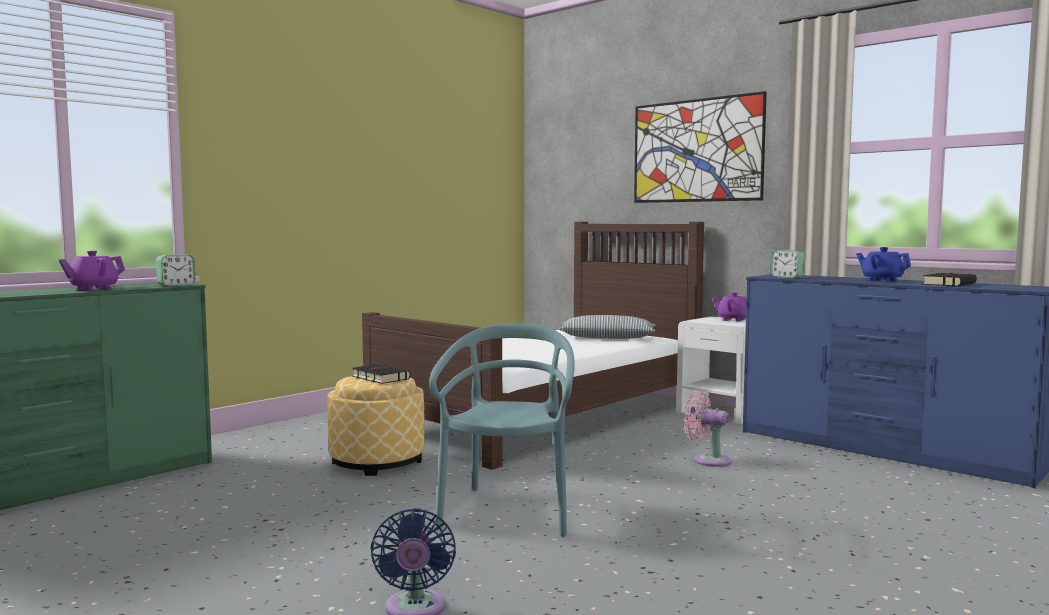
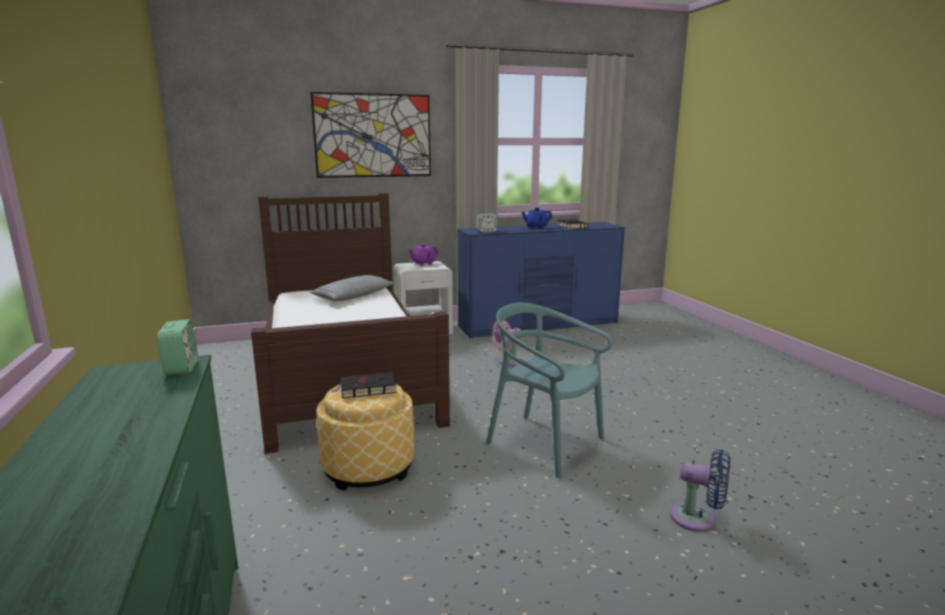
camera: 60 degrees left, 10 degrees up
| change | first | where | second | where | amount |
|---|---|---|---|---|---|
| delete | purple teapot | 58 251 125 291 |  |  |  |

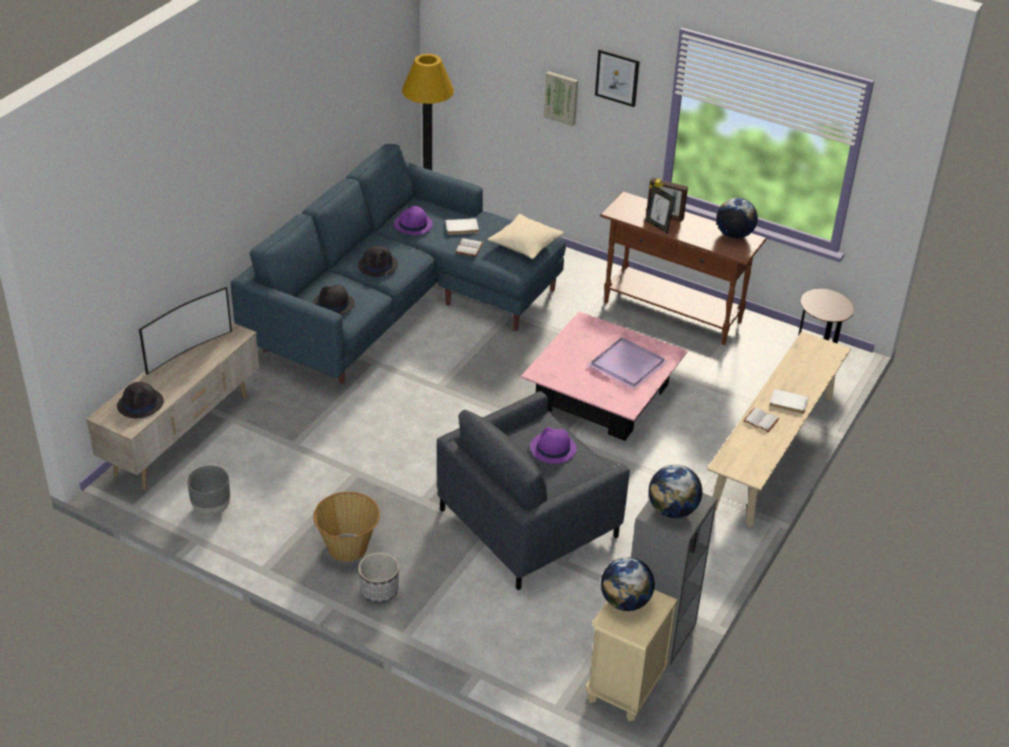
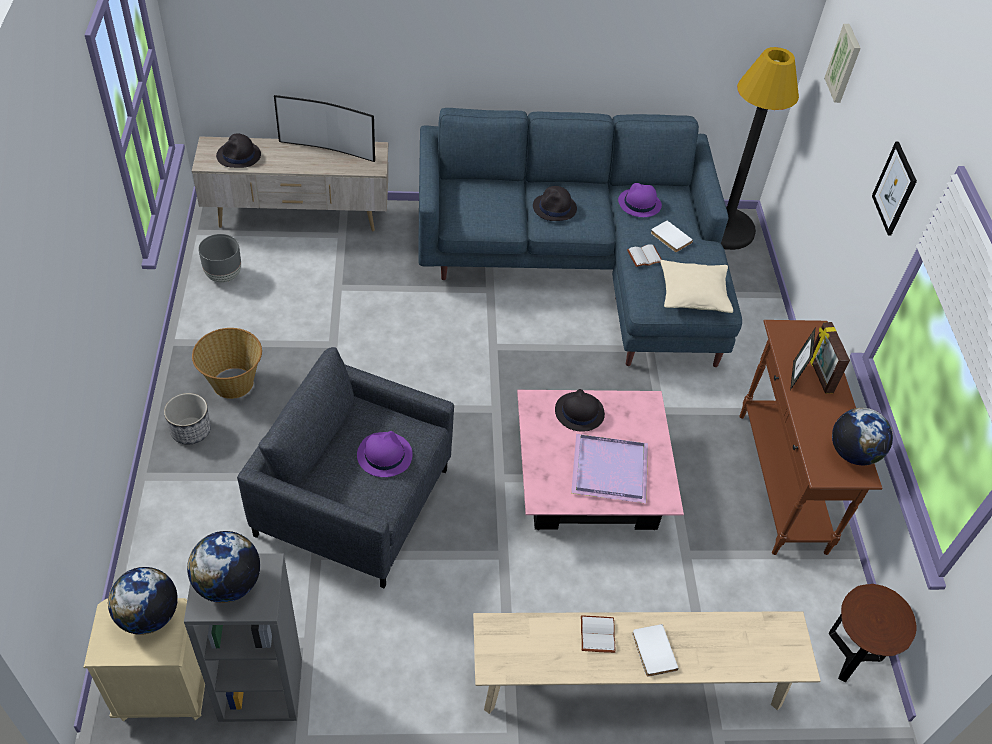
camera: 55 degrees right, 10 degrees up
| change | first | where | second | where | amount |
|---|---|---|---|---|---|
| move | black hat | 313 284 355 315 |  | 555 389 605 432 |  |
| move | picture | 544 71 578 126 |  | 824 24 861 103 |  |

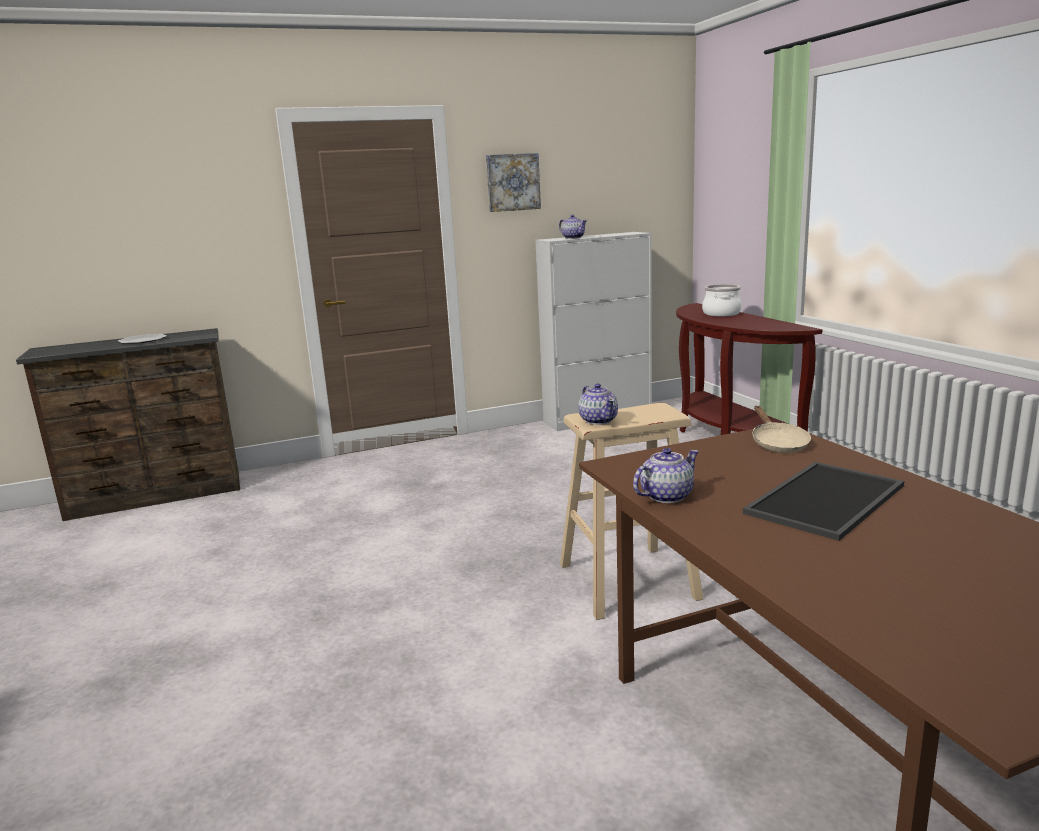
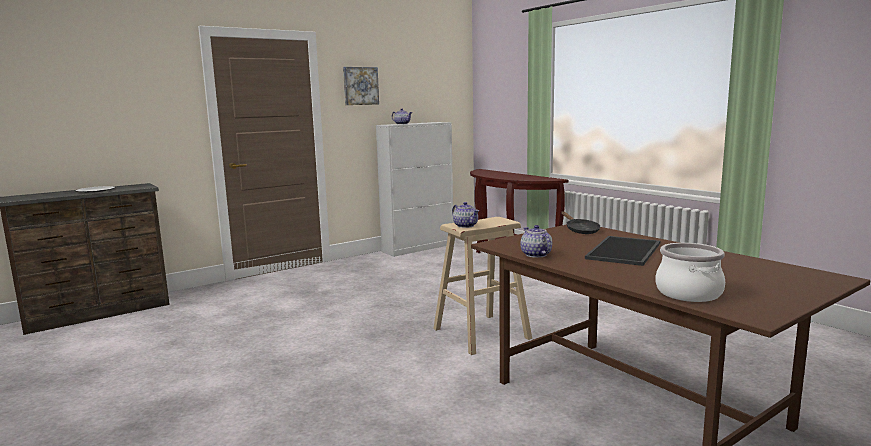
camera: 15 degrees left, 5 degrees down
| change | first | where | second | where | amount |
|---|---|---|---|---|---|
| move | cooking pot | 702 284 742 316 |  | 656 243 725 302 |  |
| recolor | beige frying pan | 752 406 811 453 | black frying pan | 561 212 600 234 |  |
| rotate | teapot | 633 448 699 503 |  | 520 225 552 258 | 60 degrees counterclockwise |

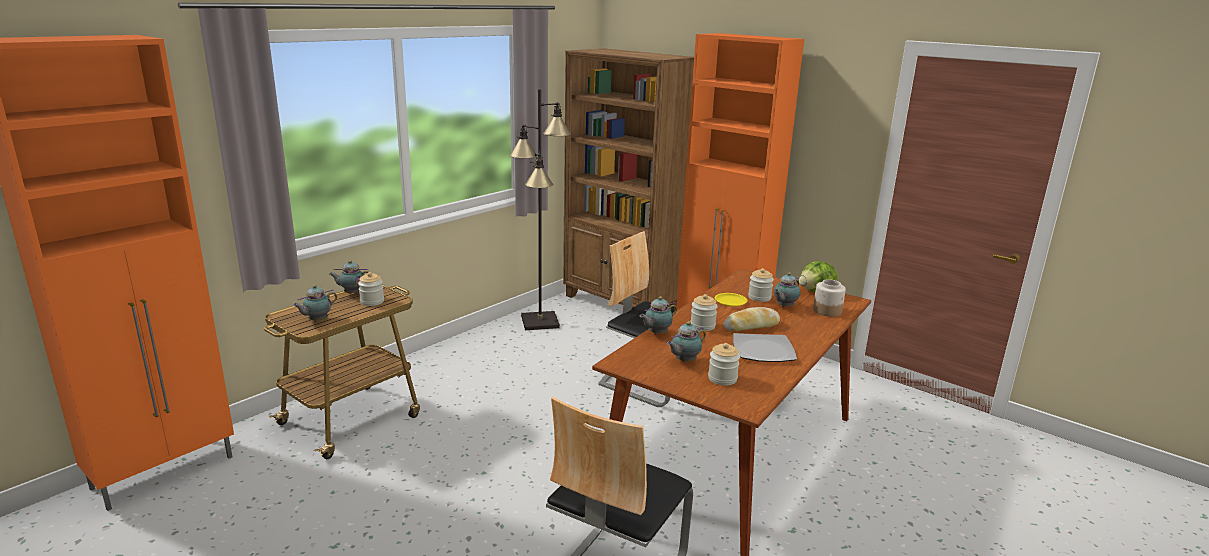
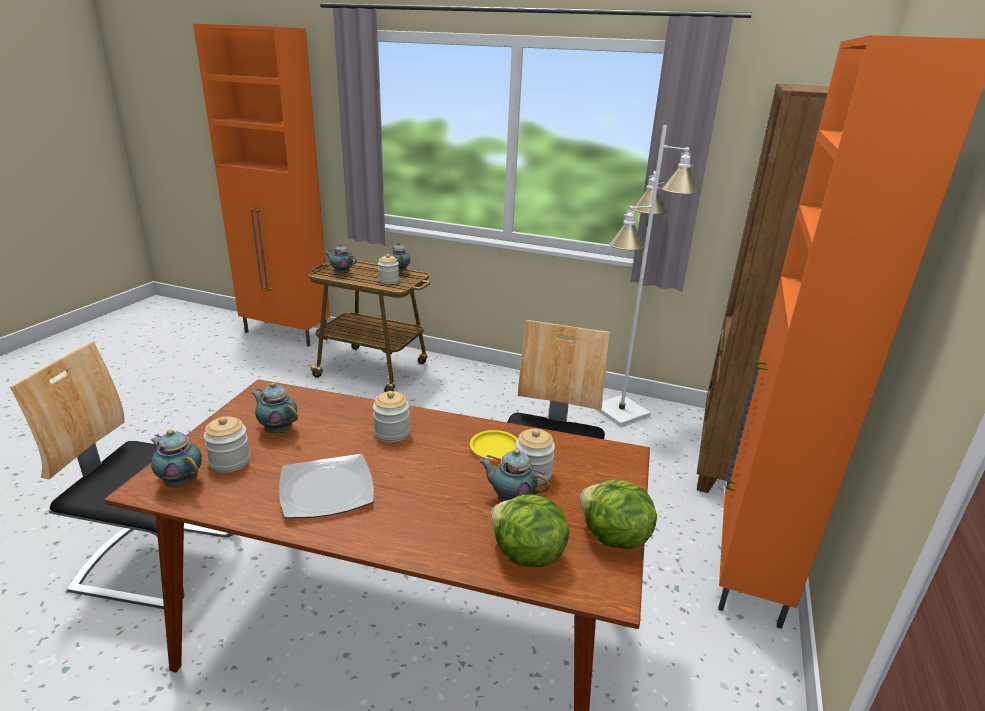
camera: 70 degrees right, 5 degrees up
| change | first | where | second | where | amount |
|---|---|---|---|---|---|
| delete | bread | 724 307 780 332 |  |  |  |
| move | teapot | 639 296 677 334 |  | 151 430 202 487 |  |
| replace | jar | 813 279 846 317 | lettuce | 490 495 569 567 |  |
| recolor | black floor lamp | 510 89 571 330 | white floor lamp | 595 125 700 427 |  |

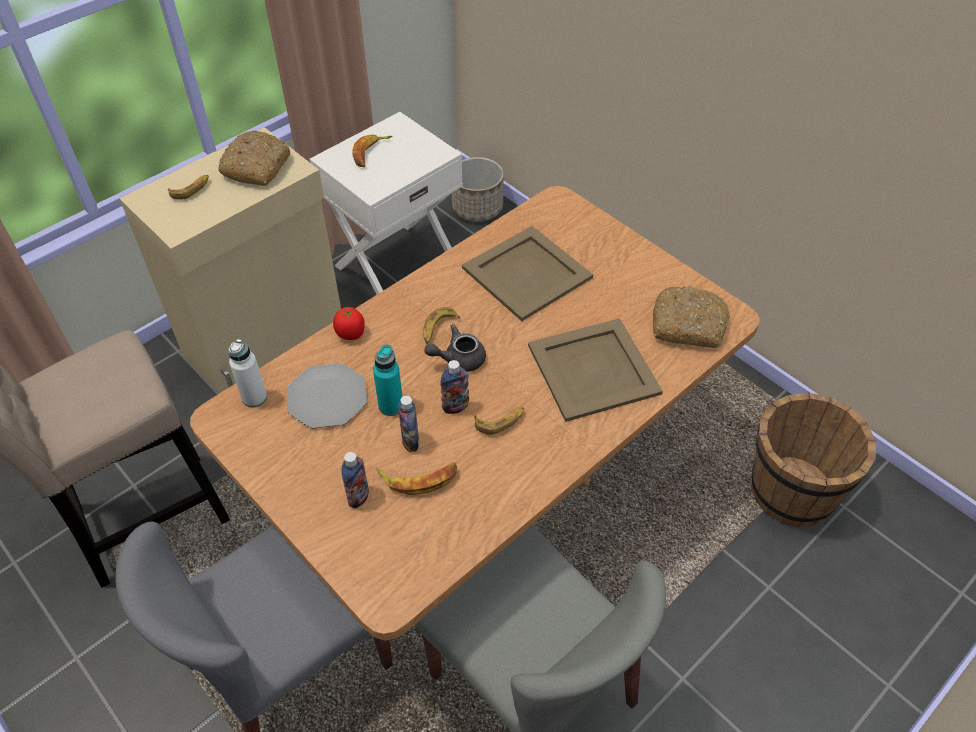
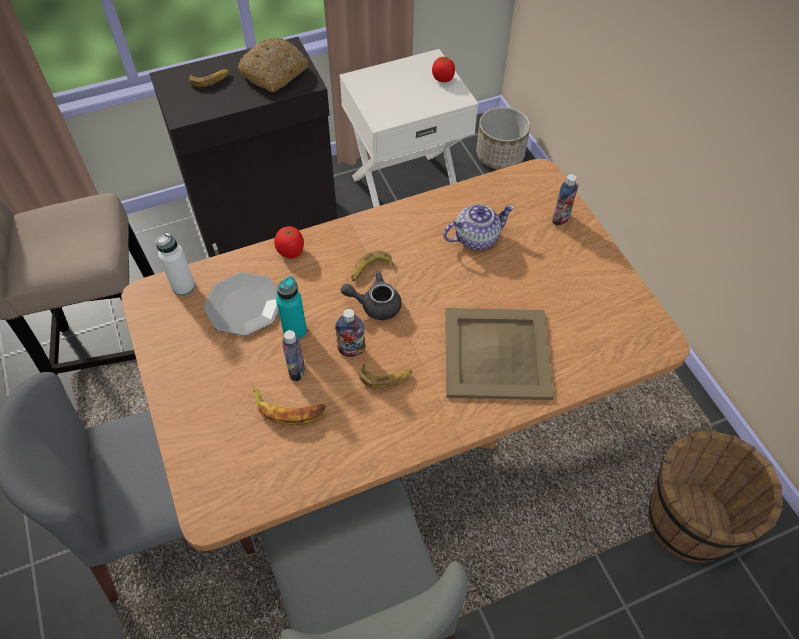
camera: 20 degrees right, 5 degrees up
| change | first | where | second | where | amount |
|---|---|---|---|---|---|
| delete | banana | 352 134 393 167 |  |  |  |
| delete | bread | 653 286 730 348 |  |  |  |
| insert |  |  | tomato | 432 56 455 82 |  |
| move | bottle | 341 452 369 508 |  | 552 174 578 225 |  |
| replace | beige tray | 462 226 593 321 | teapot | 443 204 514 250 |  |
| recolor | beige cabinet | 119 127 341 393 | black cabinet | 149 37 337 257 |  |

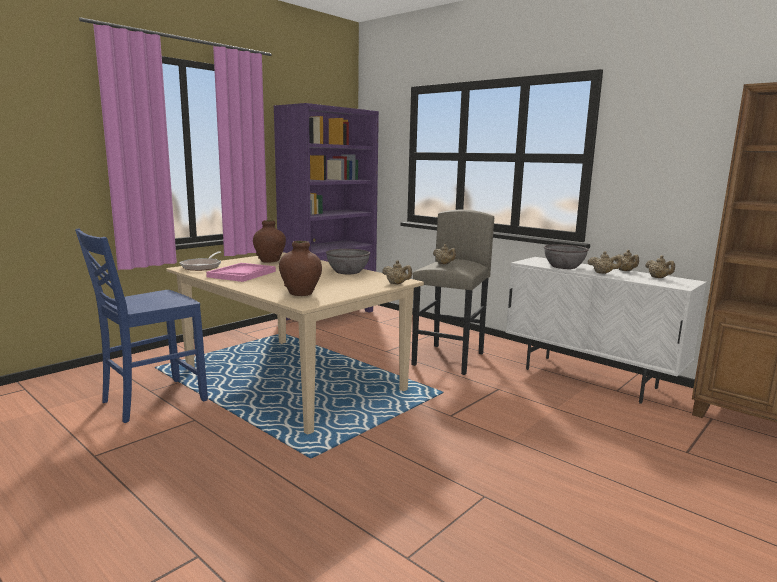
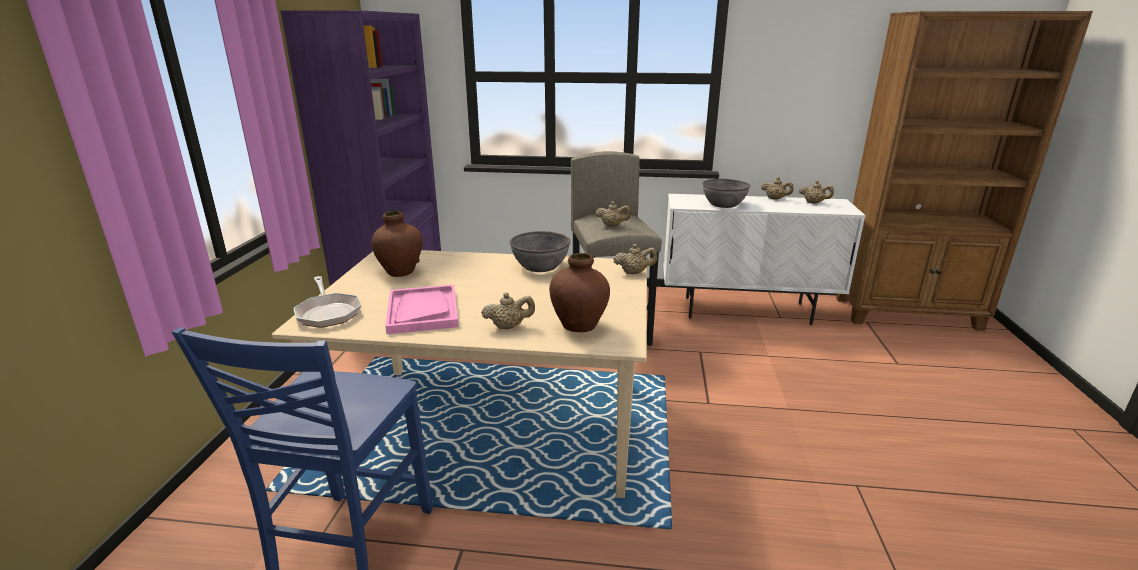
camera: 35 degrees left, 10 degrees up
| change | first | where | second | where | amount |
|---|---|---|---|---|---|
| move | beige teapot | 588 251 622 274 |  | 481 292 535 329 |  |

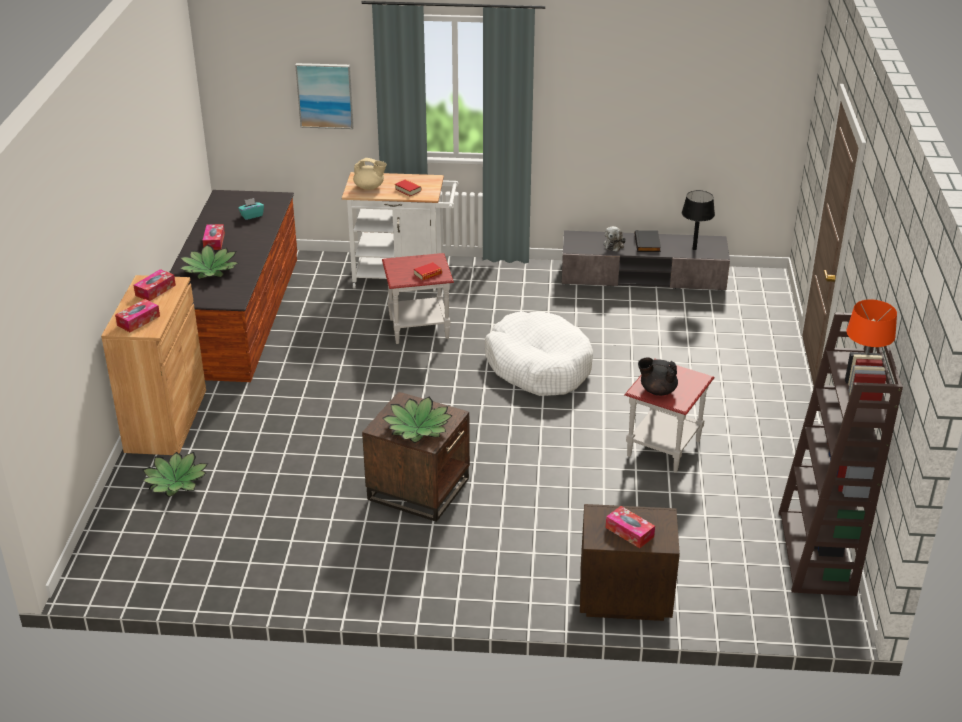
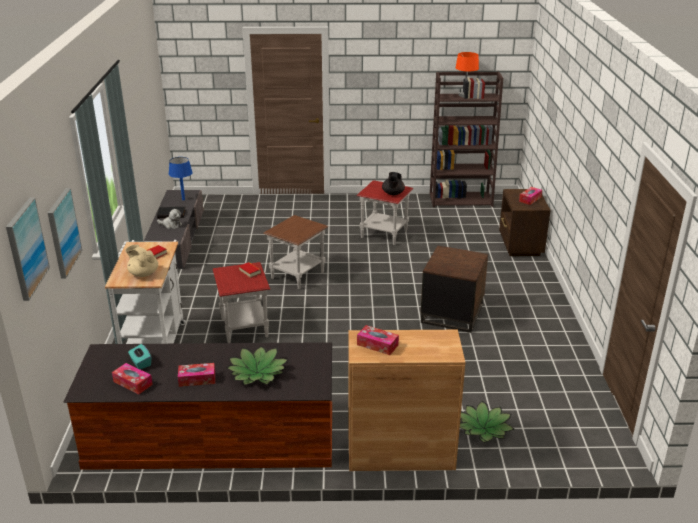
camera: 95 degrees left, 5 degrees down
| change | first | where | second | where | amount |
|---|---|---|---|---|---|
| delete | potted plant | 382 397 453 443 |  |  |  |
| insert |  |  | picture | 6 198 50 301 |  |
| move | tissue box | 115 299 160 332 |  | 112 363 153 394 |  |
| replace | white dog bed | 485 311 593 396 | brown side table | 263 215 329 289 |  |
| recolor | black table lamp | 682 190 715 250 | blue table lamp | 169 157 193 200 |  |
| rotate | beige teapot | 353 158 387 190 |  | 125 244 158 277 | 60 degrees counterclockwise |

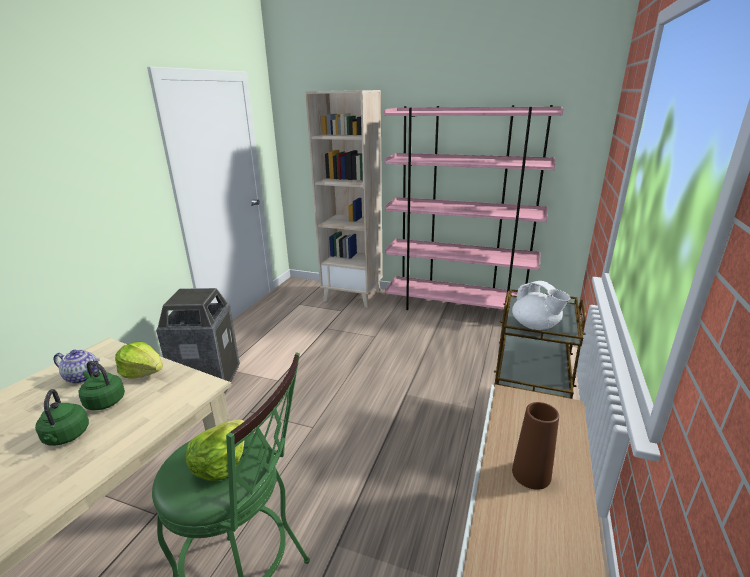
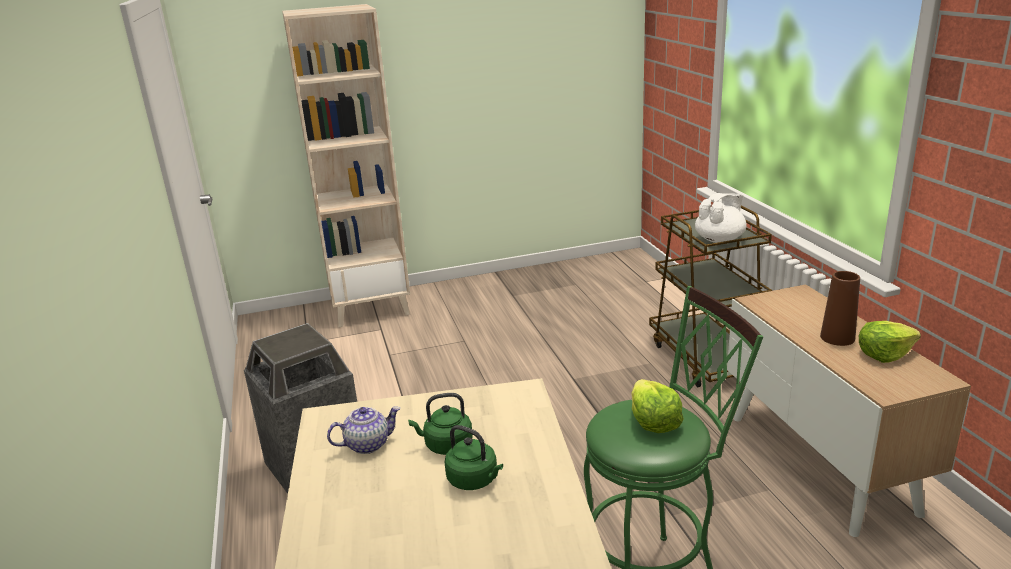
camera: 35 degrees left, 0 degrees up
| change | first | where | second | where | amount |
|---|---|---|---|---|---|
| delete | pink bookcase | 384 105 564 310 |  |  |  |
| move | lettuce | 115 342 163 379 |  | 859 321 921 363 |  |
| rotate | white teapot | 512 281 570 330 |  | 695 193 746 243 | 60 degrees counterclockwise |

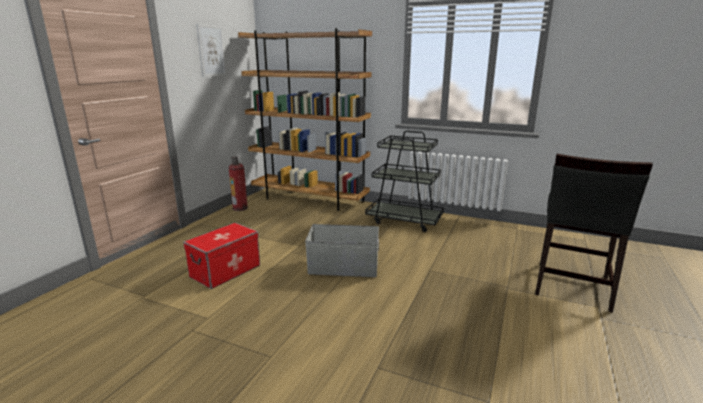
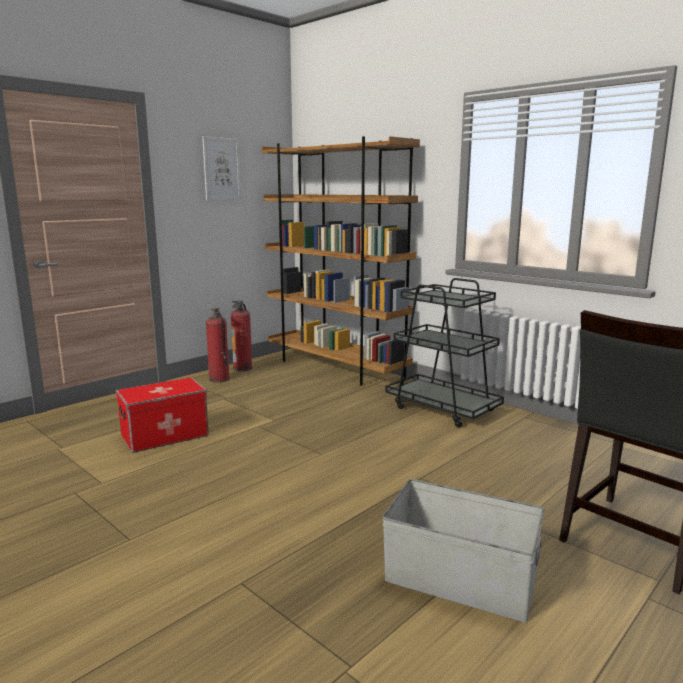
camera: 20 degrees right, 5 degrees down
| change | first | where | second | where | amount |
|---|---|---|---|---|---|
| insert |  |  | fire extinguisher | 206 304 230 383 |  |
| move | grey storage box | 305 224 379 277 |  | 382 479 544 622 |  |

